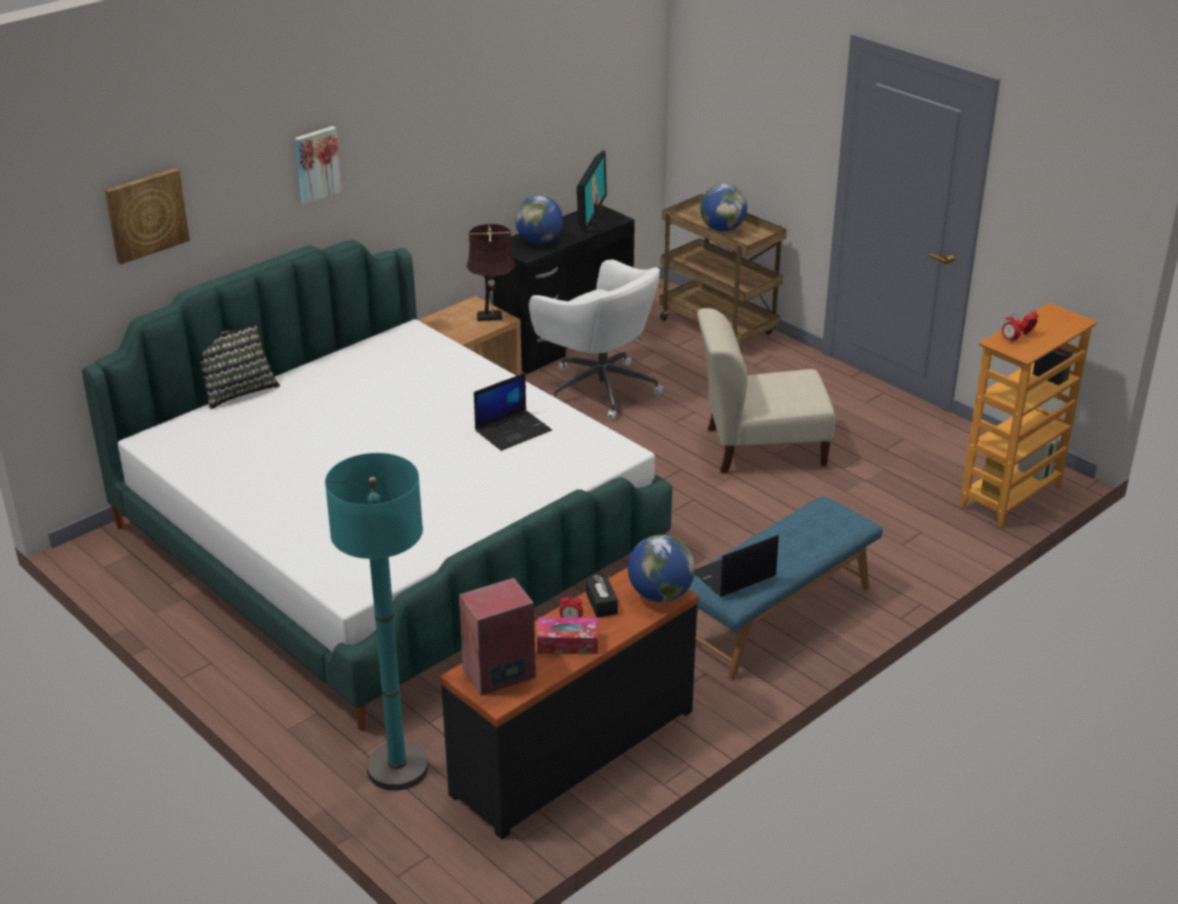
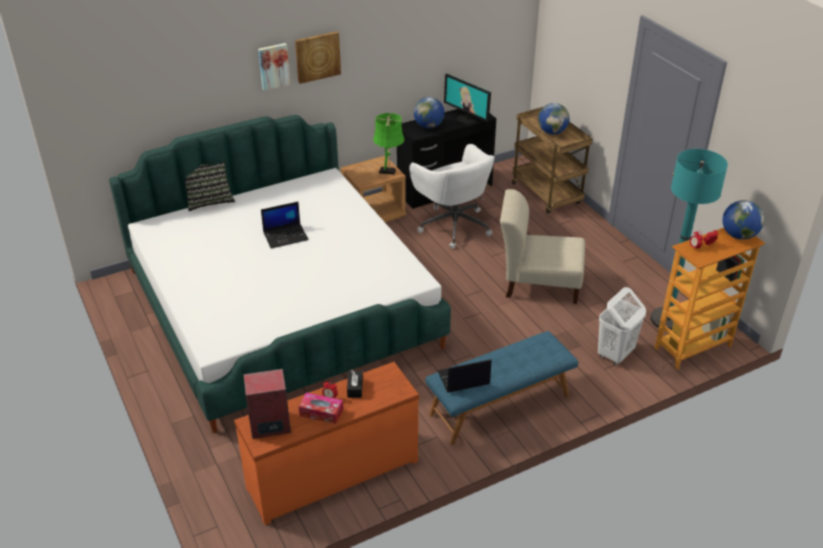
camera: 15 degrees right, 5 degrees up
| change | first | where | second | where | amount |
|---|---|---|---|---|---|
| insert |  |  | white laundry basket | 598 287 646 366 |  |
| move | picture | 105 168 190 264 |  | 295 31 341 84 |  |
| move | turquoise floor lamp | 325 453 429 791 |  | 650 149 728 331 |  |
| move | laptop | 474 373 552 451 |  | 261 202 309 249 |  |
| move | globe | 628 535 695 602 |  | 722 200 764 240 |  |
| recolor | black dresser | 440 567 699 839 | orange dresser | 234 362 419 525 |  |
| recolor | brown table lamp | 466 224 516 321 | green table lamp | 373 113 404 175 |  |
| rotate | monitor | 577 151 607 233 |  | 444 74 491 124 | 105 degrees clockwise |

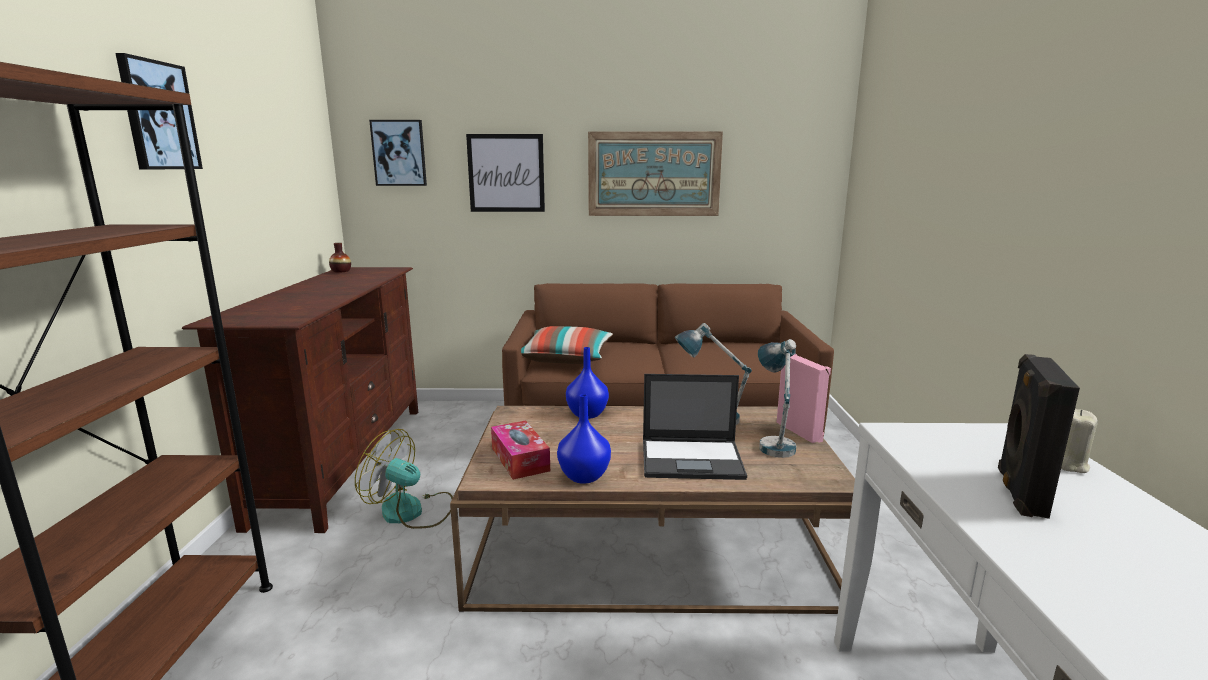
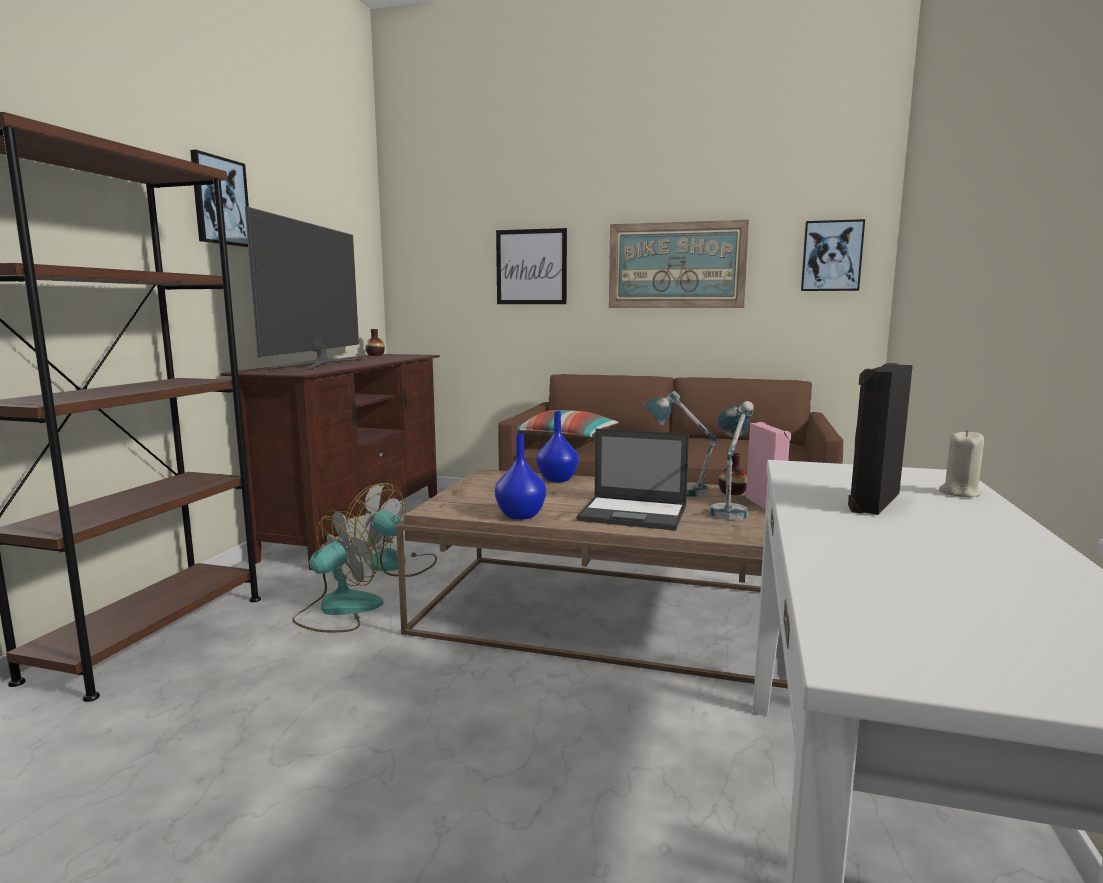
camera: 15 degrees right, 5 degrees down
| change | first | where | second | where | amount |
|---|---|---|---|---|---|
| delete | tissue box | 491 421 550 480 |  |  |  |
| insert |  |  | television | 245 206 362 370 |  |
| insert |  |  | fan | 292 510 384 632 |  |
| insert |  |  | vase | 718 453 747 495 |  |
| move | picture | 369 120 427 186 |  | 801 219 865 291 |  |

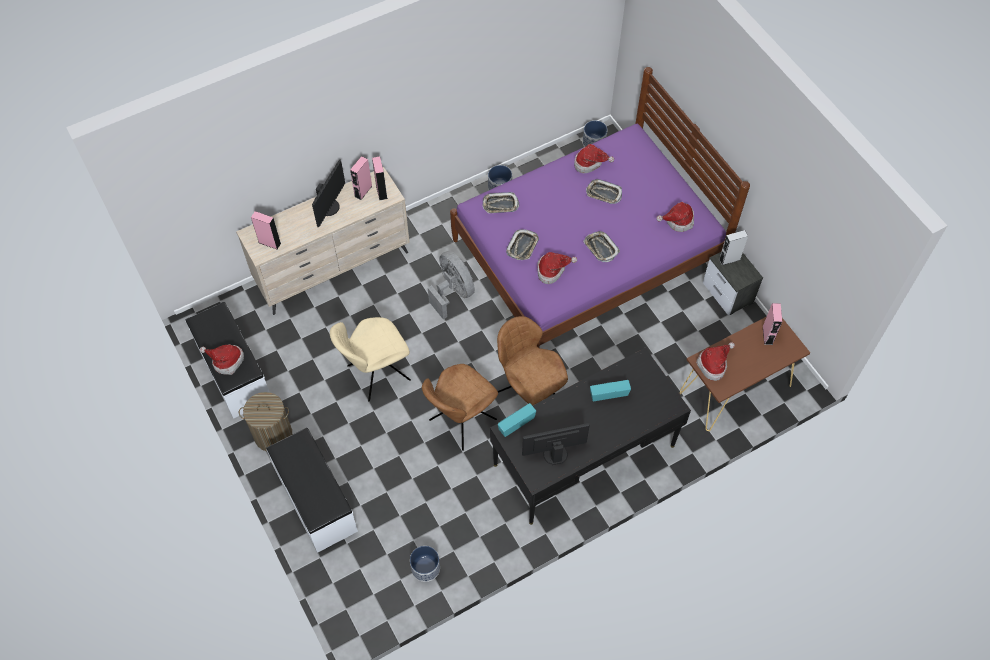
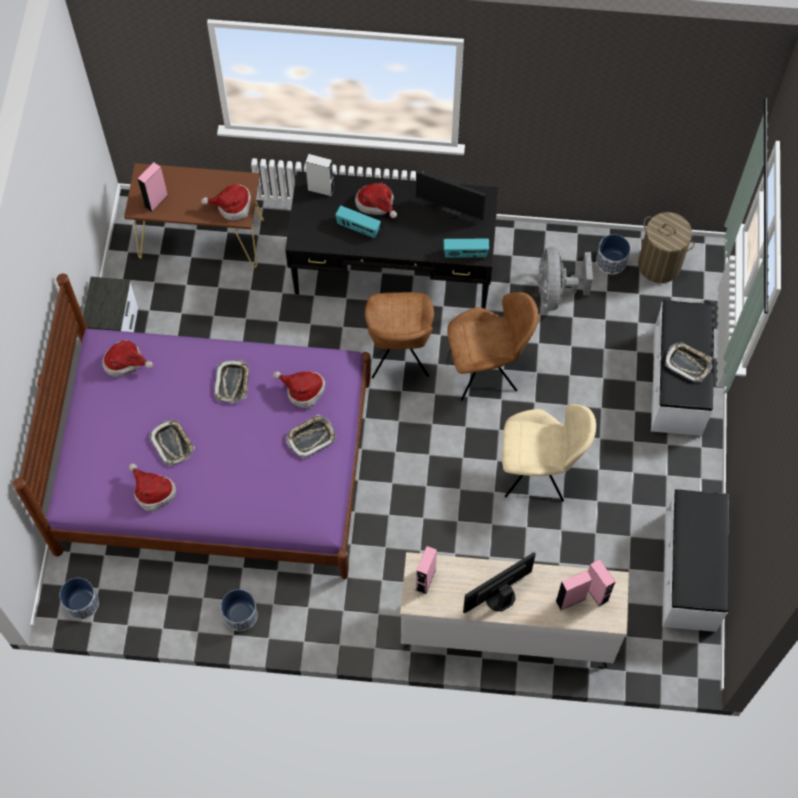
camera: 145 degrees left, 5 degrees up
| change | first | where | second | where | amount |
|---|---|---|---|---|---|
| move | hat | 200 344 244 375 |  | 355 182 397 218 |  |
| move | laundry basket | 239 392 292 451 |  | 638 212 695 283 |  |
| move | pink speaker | 350 156 372 200 |  | 555 570 592 610 |  |
| move | grey fan | 428 251 475 319 |  | 538 247 593 311 |  |
| move | tray | 482 192 519 213 |  | 665 342 712 382 |  |
| move | grey speaker | 719 230 748 265 |  | 305 154 334 197 |  |

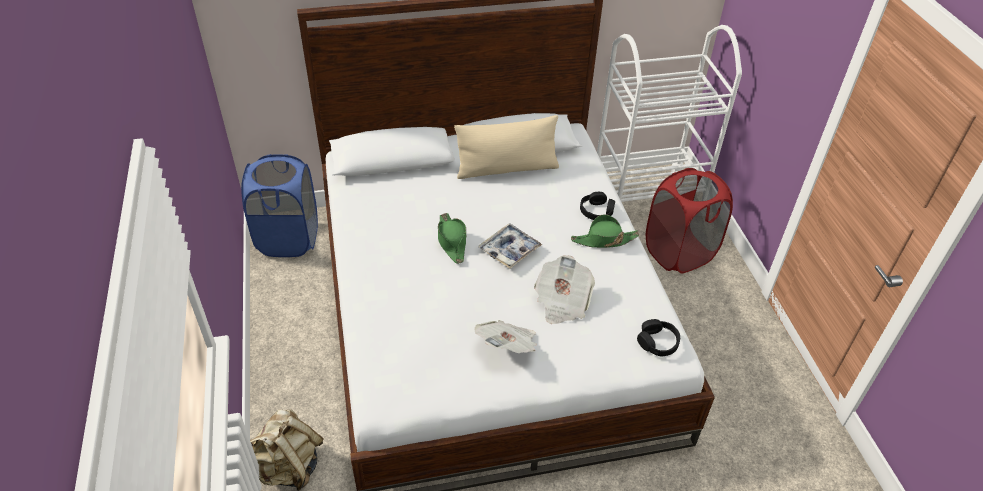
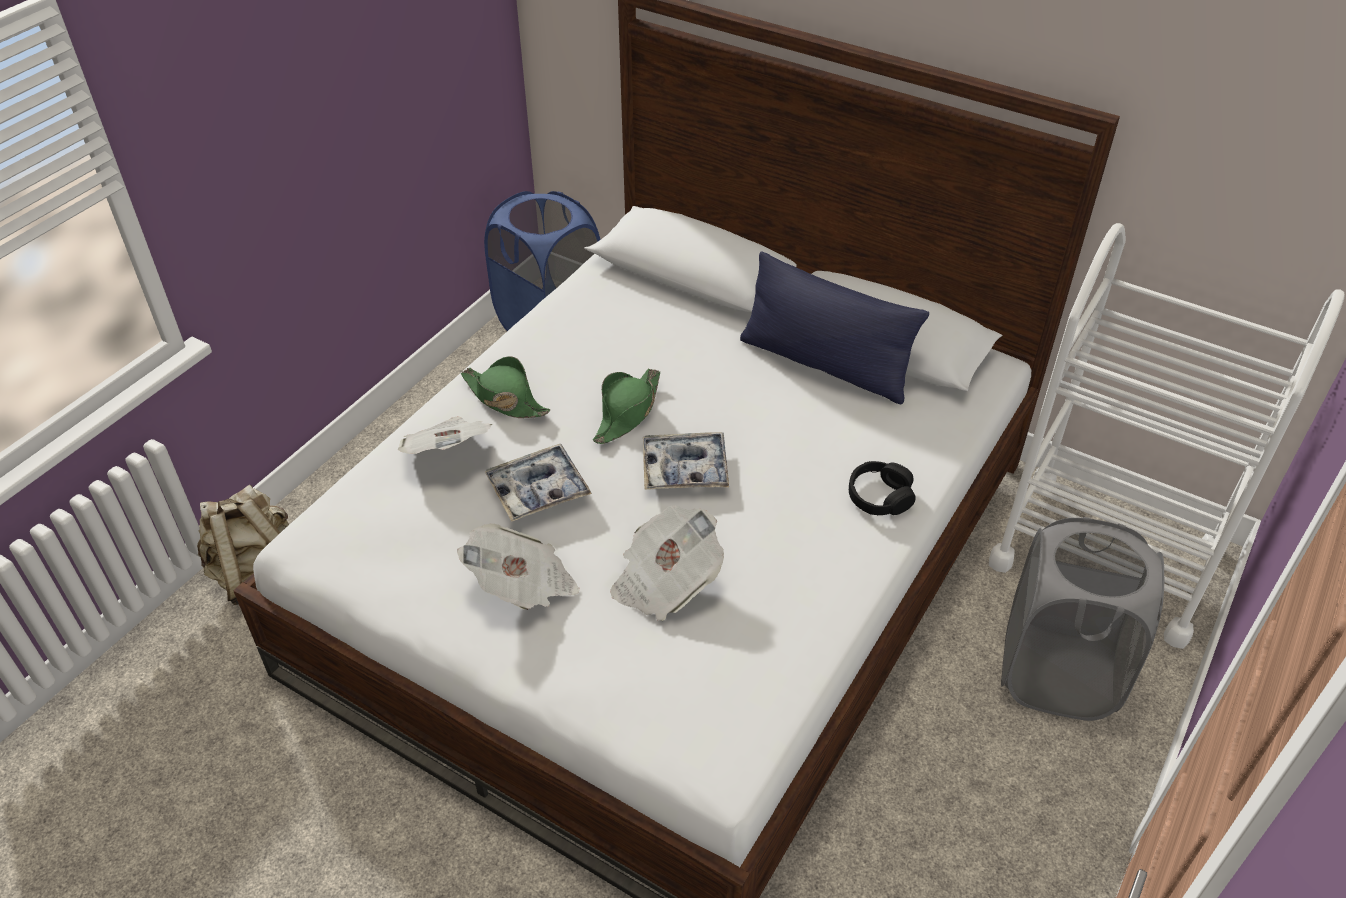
camera: 45 degrees right, 0 degrees up
| change | first | where | second | where | amount |
|---|---|---|---|---|---|
| delete | black headphones | 637 319 680 356 |  |  |  |
| insert |  |  | newspaper | 398 416 493 454 |  |
| insert |  |  | tray | 485 444 592 522 |  |
| move | green hat | 571 214 640 248 |  | 461 356 550 418 |  |
| recolor | beige pillow | 454 115 559 179 | blue pillow | 740 251 929 405 |  |
| recolor | red laundry basket | 646 168 733 273 | grey laundry basket | 1001 517 1164 721 |  |

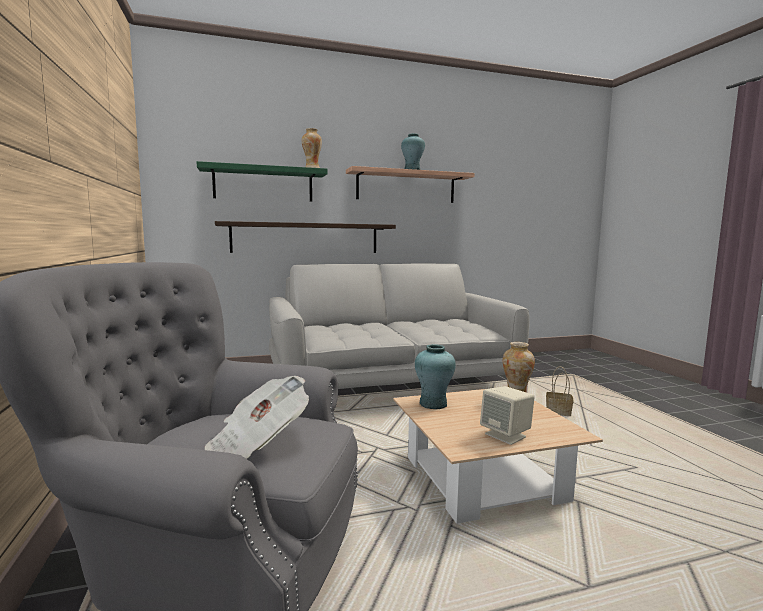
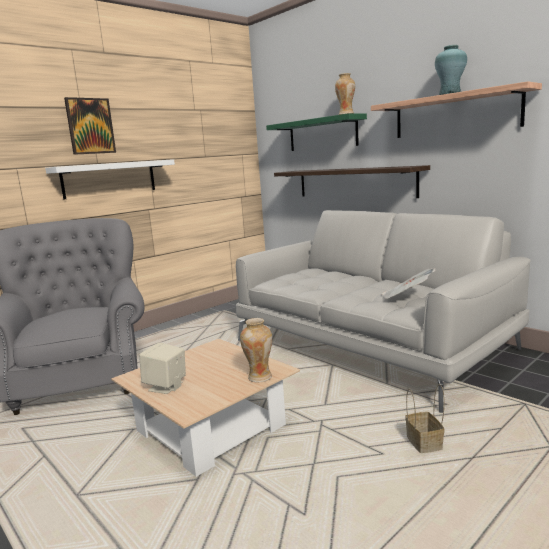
camera: 65 degrees right, 5 degrees up
| change | first | where | second | where | amount |
|---|---|---|---|---|---|
| delete | turquoise vase | 415 344 456 409 |  |  |  |
| insert |  |  | white shelf | 45 159 175 200 |  |
| insert |  |  | picture | 64 97 116 155 |  |
| move | newspaper | 205 376 309 459 |  | 382 268 436 299 |  |

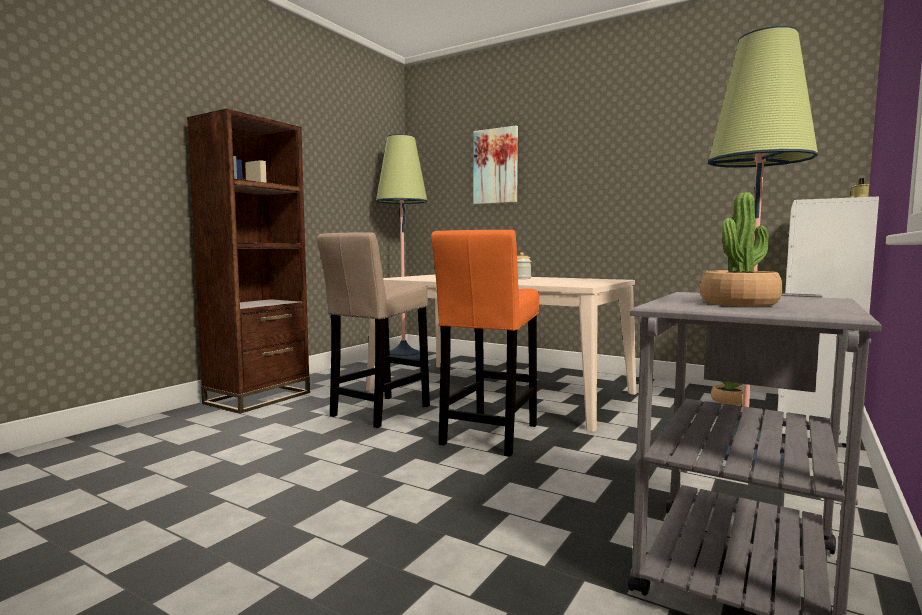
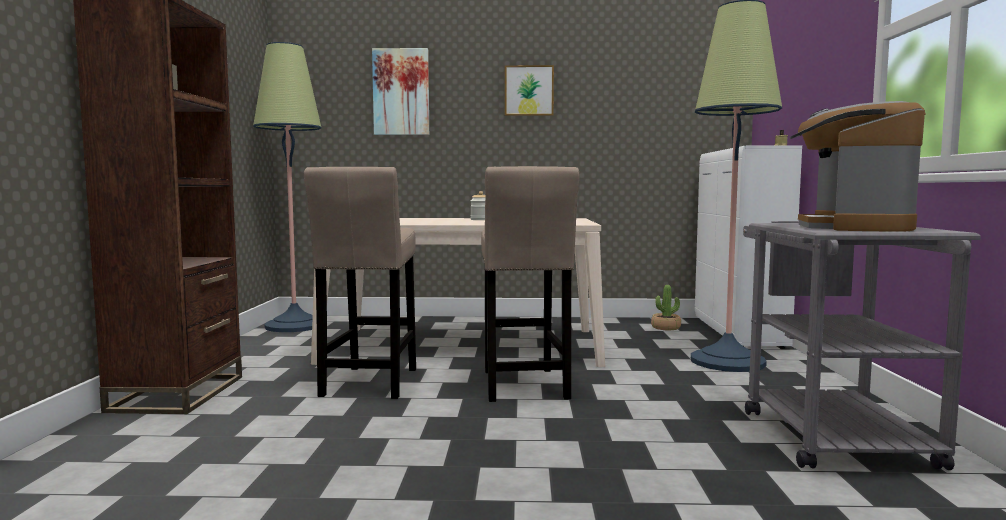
camera: 30 degrees left, 0 degrees up
| change | first | where | second | where | amount |
|---|---|---|---|---|---|
| insert |  |  | picture | 505 65 554 116 |  |
| replace | potted plant | 700 192 782 307 | coffee machine | 790 101 926 232 |  |
| recolor | orange stool | 431 230 539 457 | beige stool | 481 166 579 402 |  |

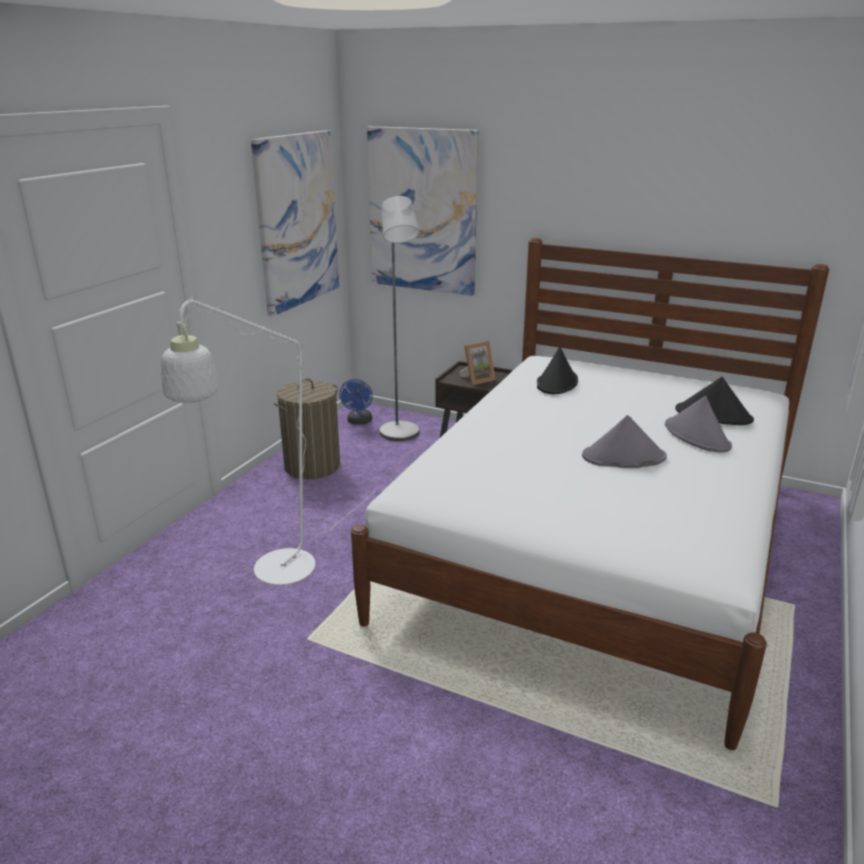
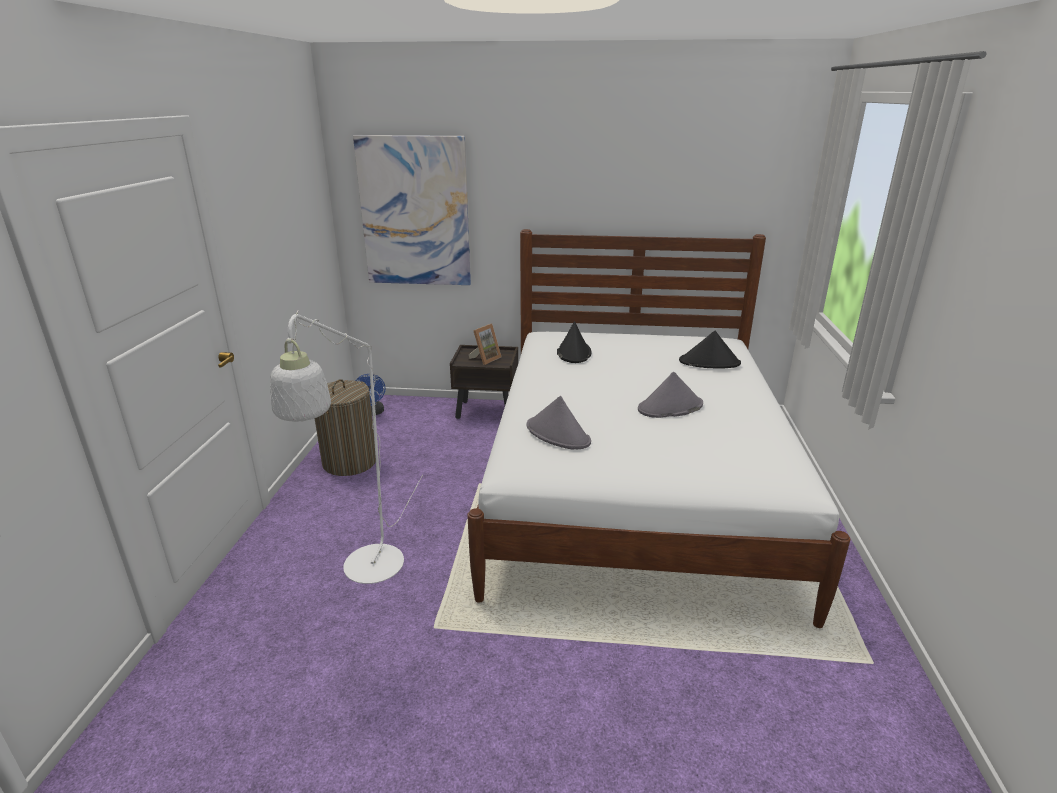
camera: 20 degrees left, 0 degrees up
| change | first | where | second | where | amount |
|---|---|---|---|---|---|
| delete | picture | 251 130 339 317 |  |  |  |
| delete | grey floor lamp | 379 196 419 441 |  |  |  |
| move | grey hat | 665 396 732 453 |  | 526 396 591 449 |  |

